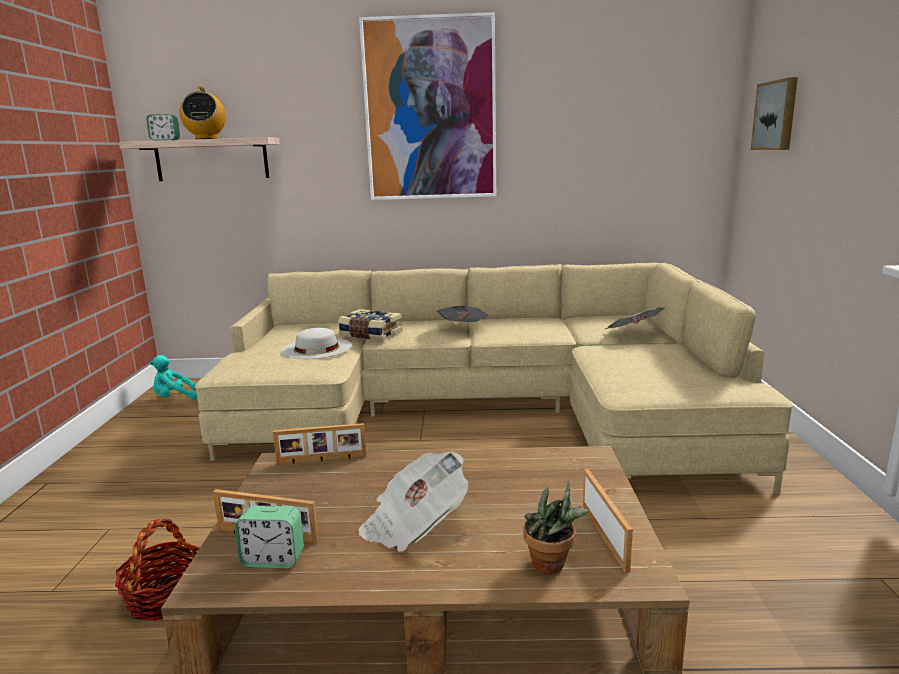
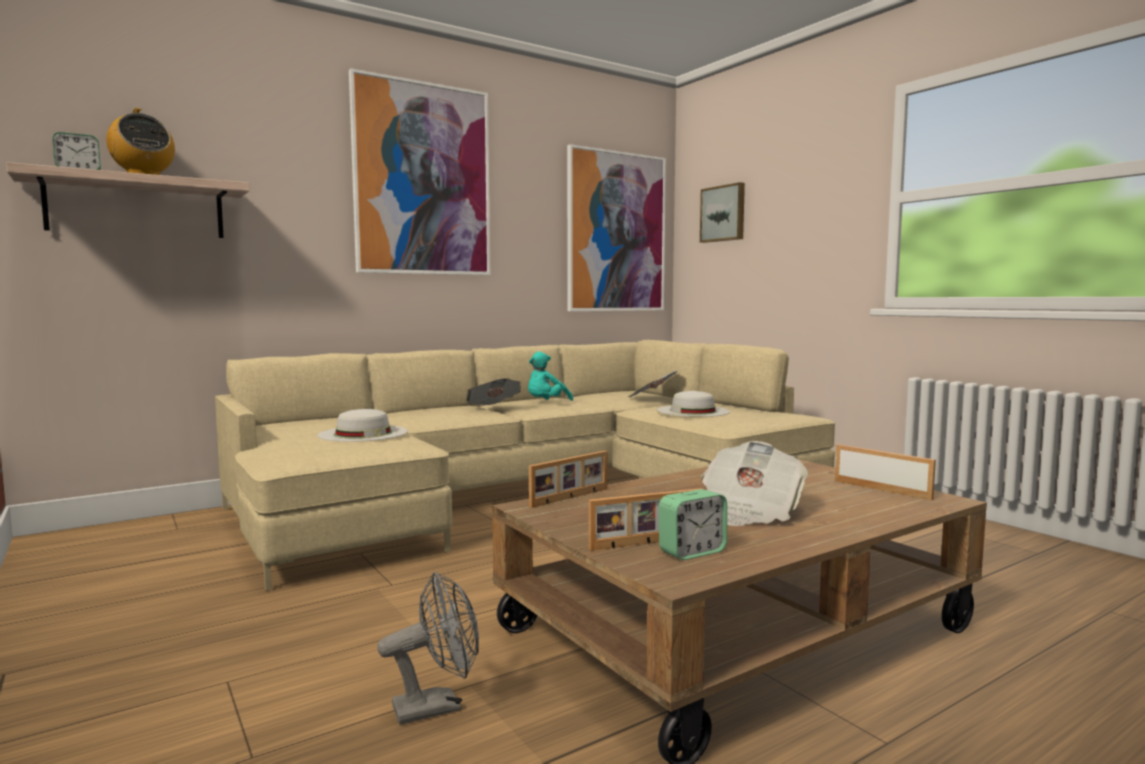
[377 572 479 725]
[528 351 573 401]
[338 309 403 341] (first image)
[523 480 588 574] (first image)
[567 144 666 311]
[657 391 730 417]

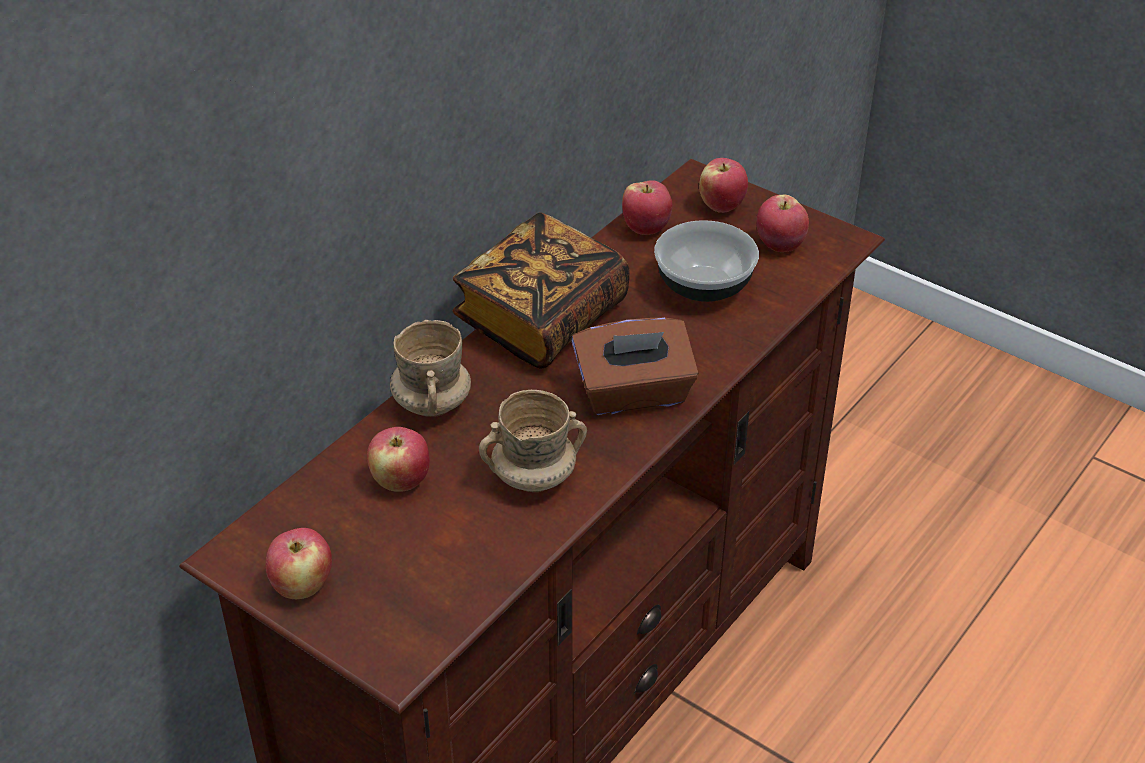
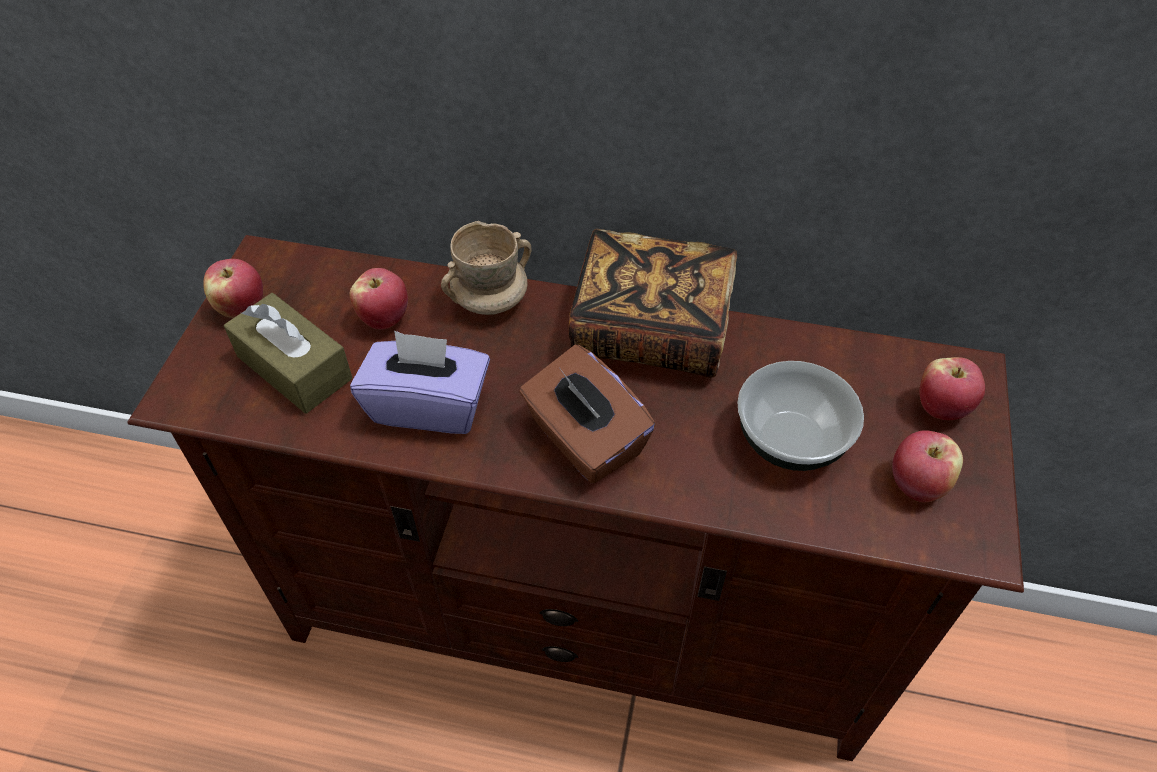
[350 331 490 434]
[622 180 673 235] (first image)
[224 293 352 414]

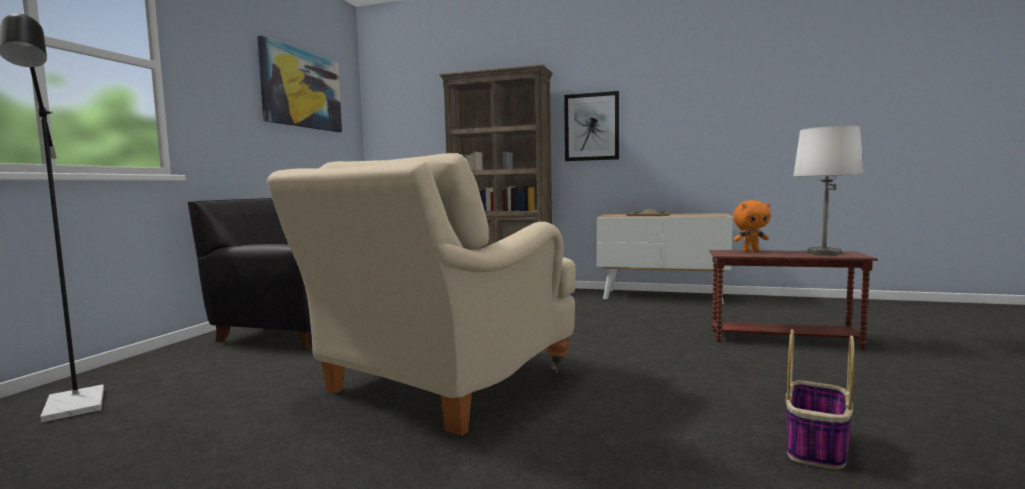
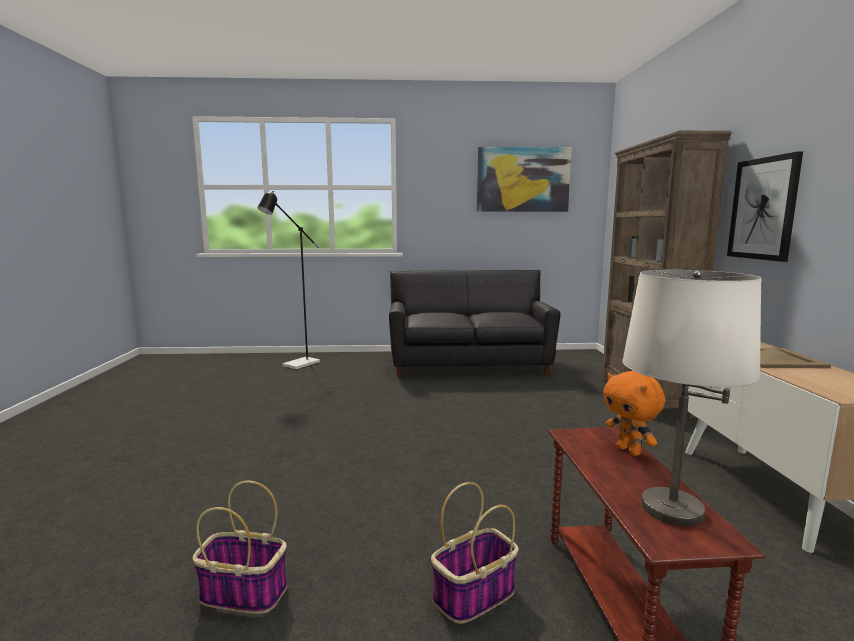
[267 153 576 436] (first image)
[431 482 519 624]

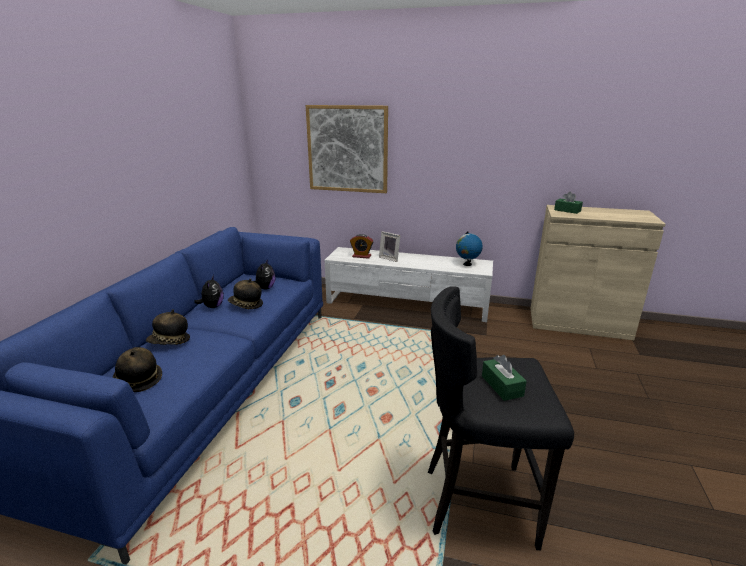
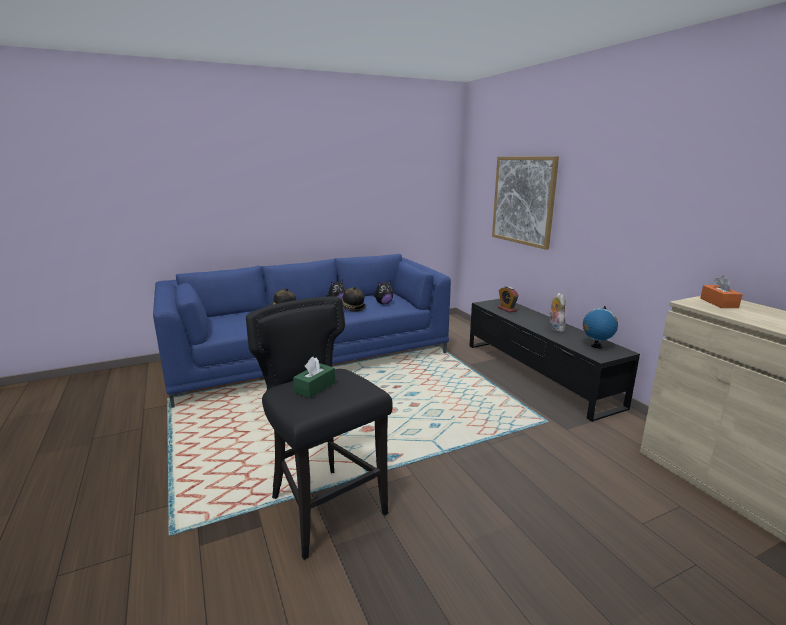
[113 347 162 392] (first image)
[469 299 640 422]
[379 231 400 262] (first image)
[700 276 743 308]
[549 293 566 332]

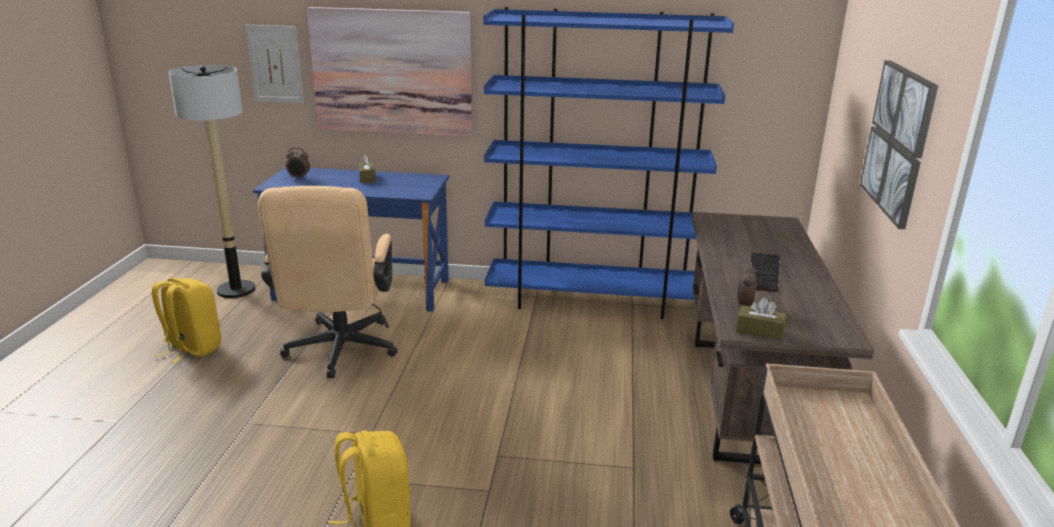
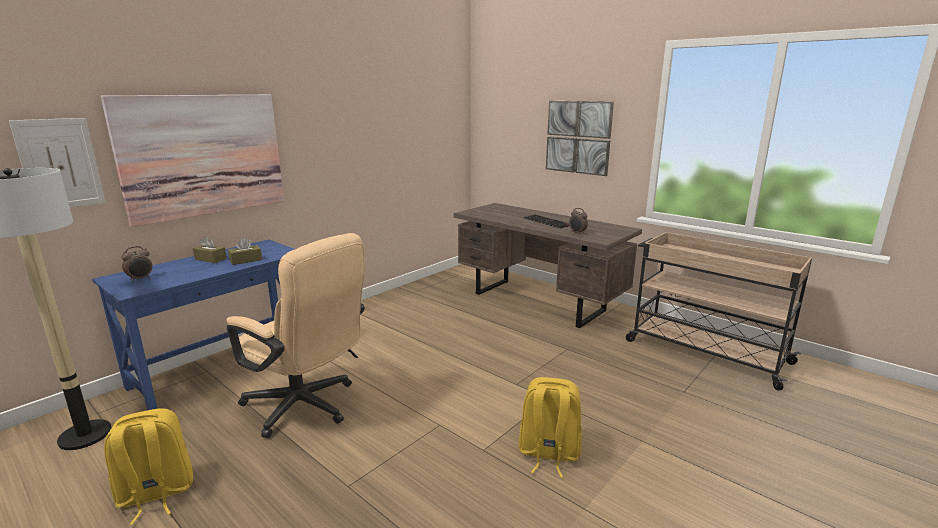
[483 7 734 319] (first image)
[228 238 262 265]

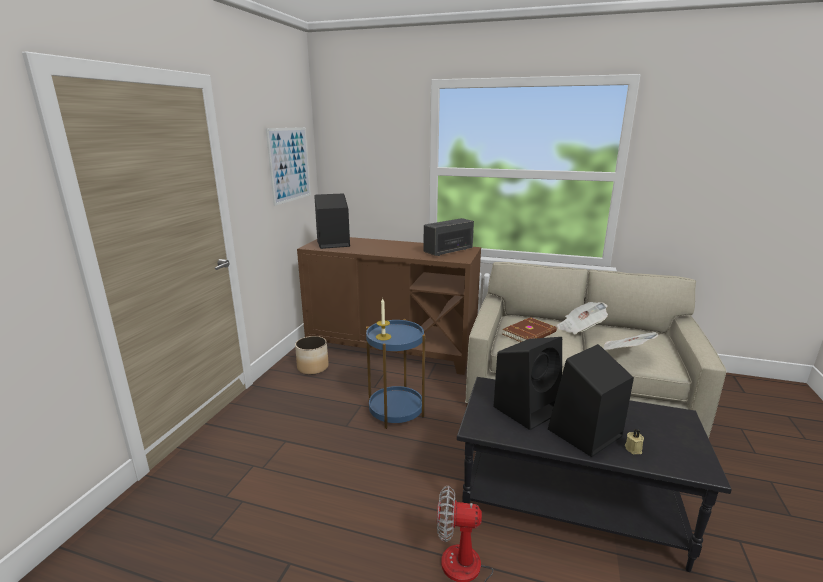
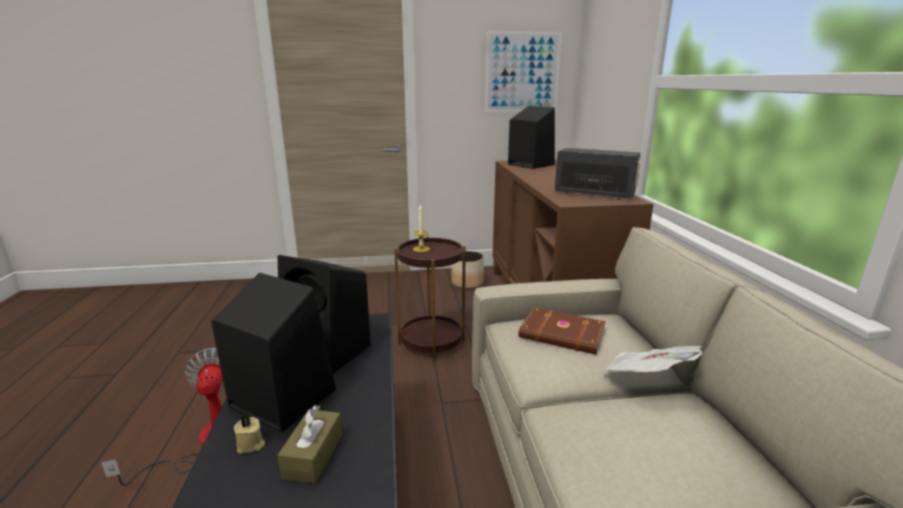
[394 236 466 360]
[603 332 658 350] (first image)
[277 405 342 484]

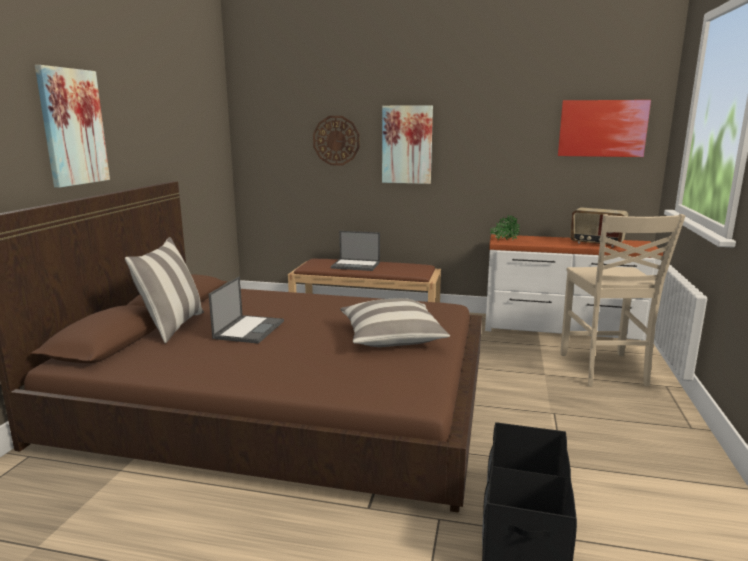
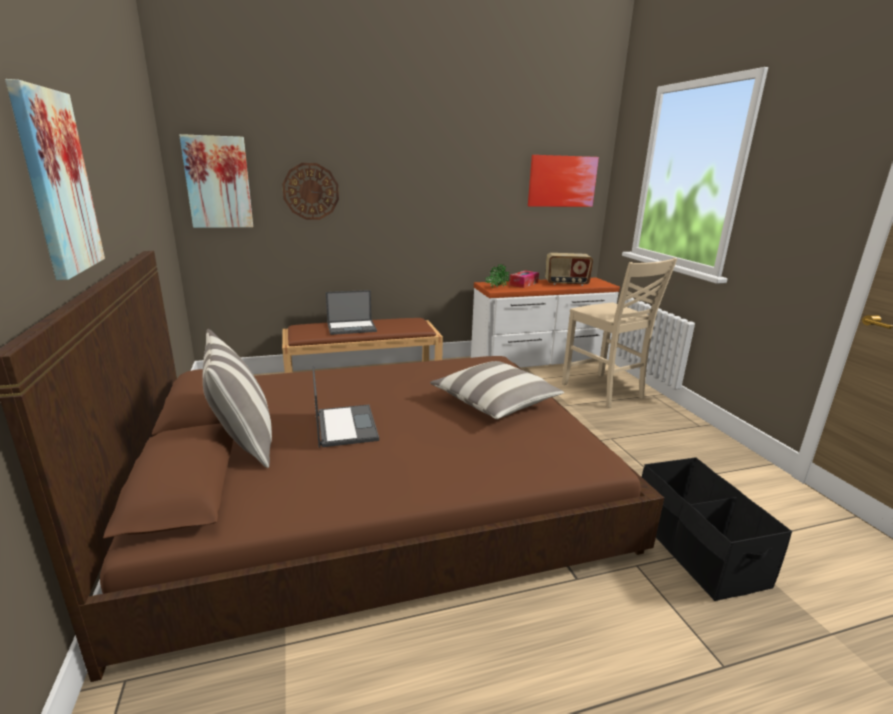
[179 134 253 228]
[509 270 539 288]

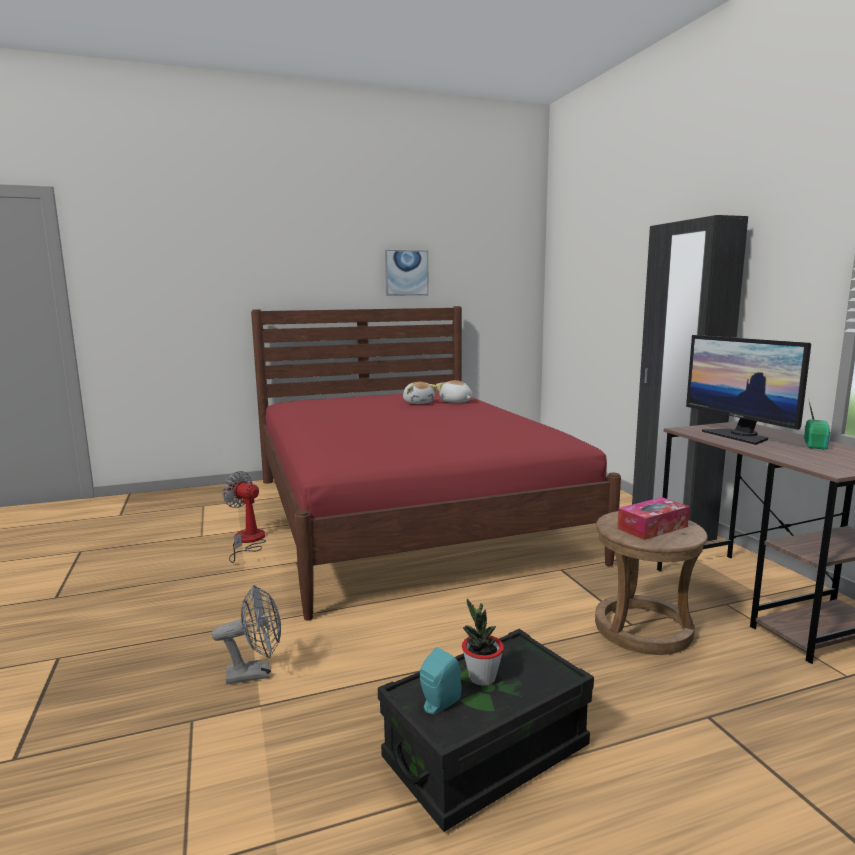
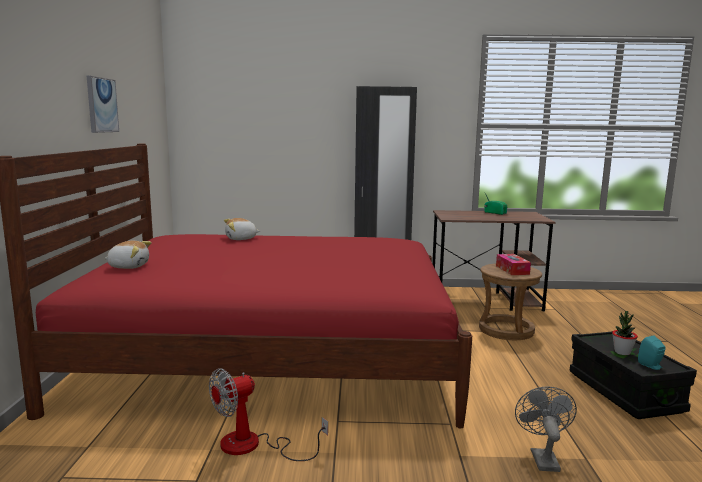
[104 241 152 269]
[686 335 811 445] (first image)

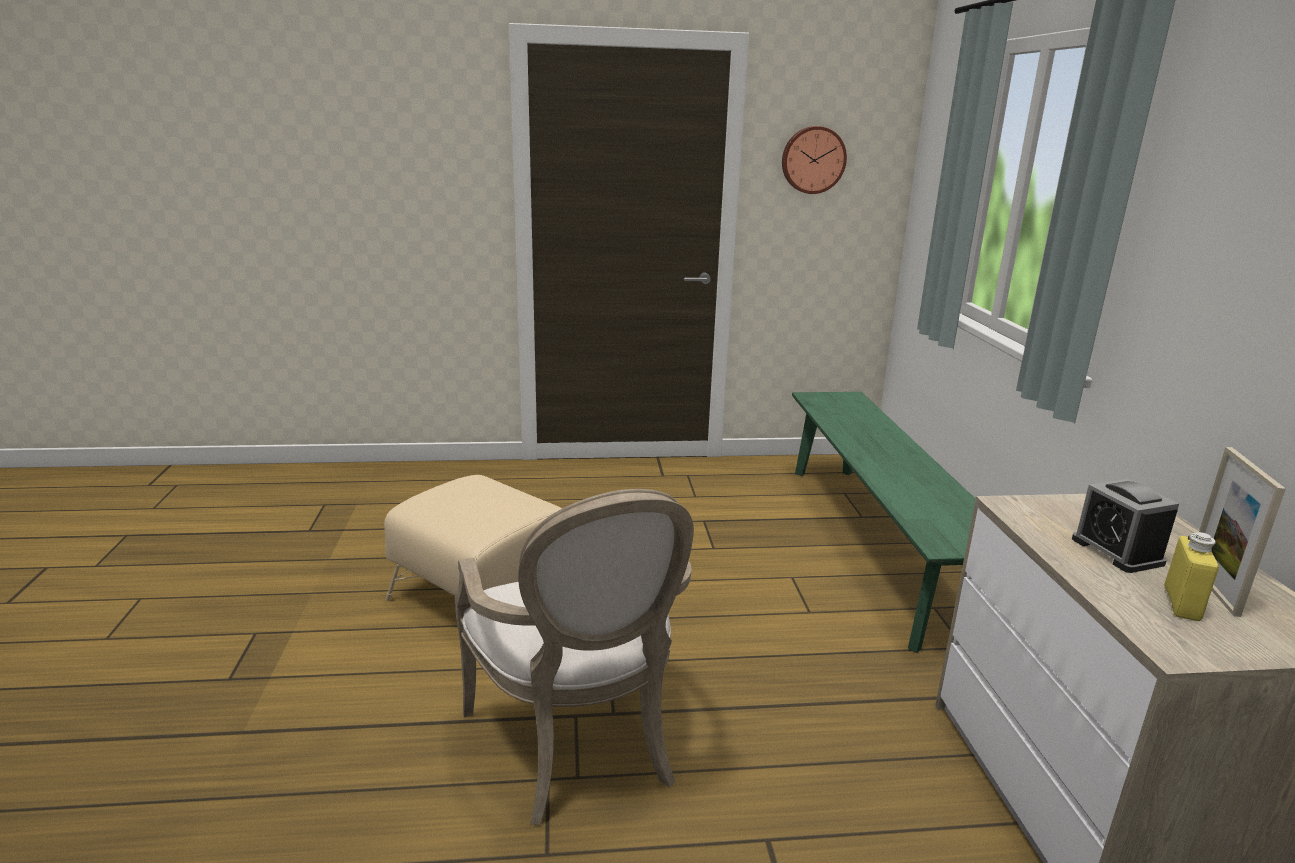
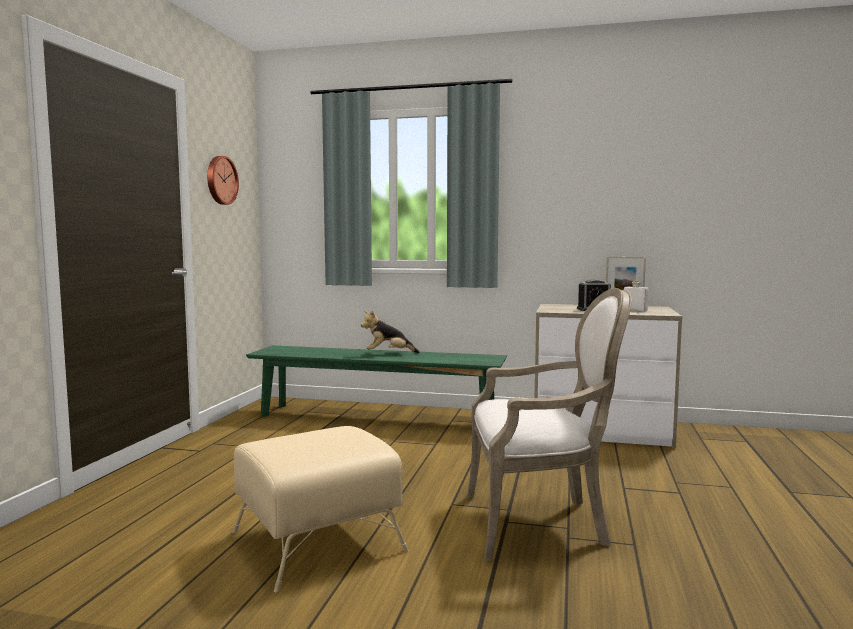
[624 281 648 312]
[361 311 420 353]

